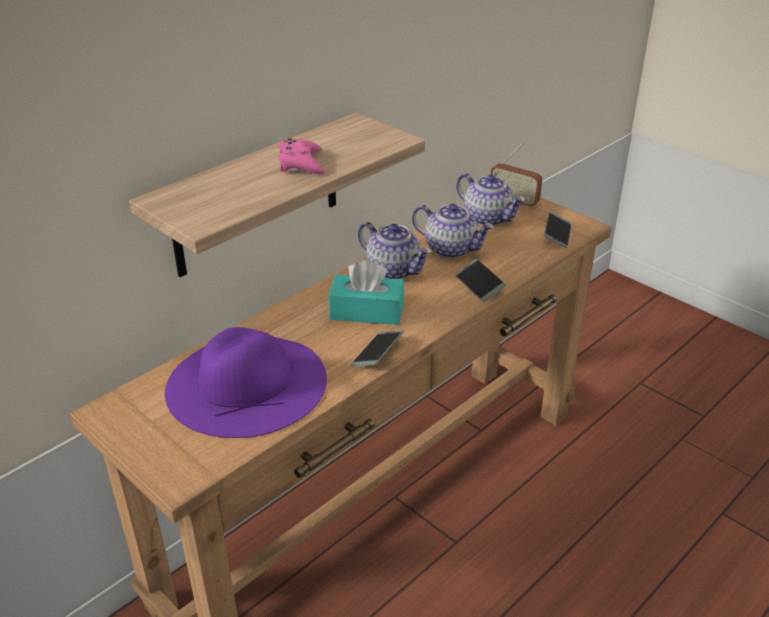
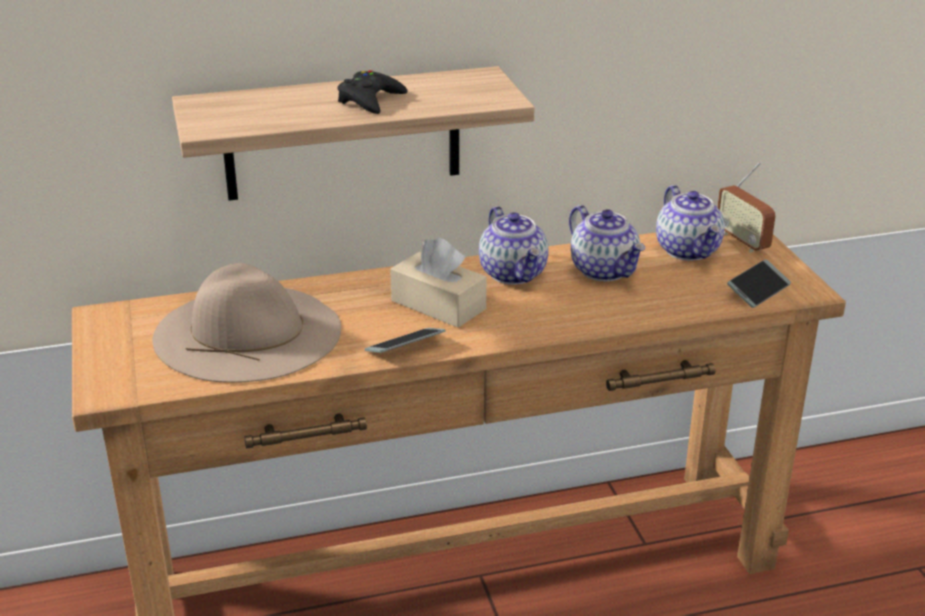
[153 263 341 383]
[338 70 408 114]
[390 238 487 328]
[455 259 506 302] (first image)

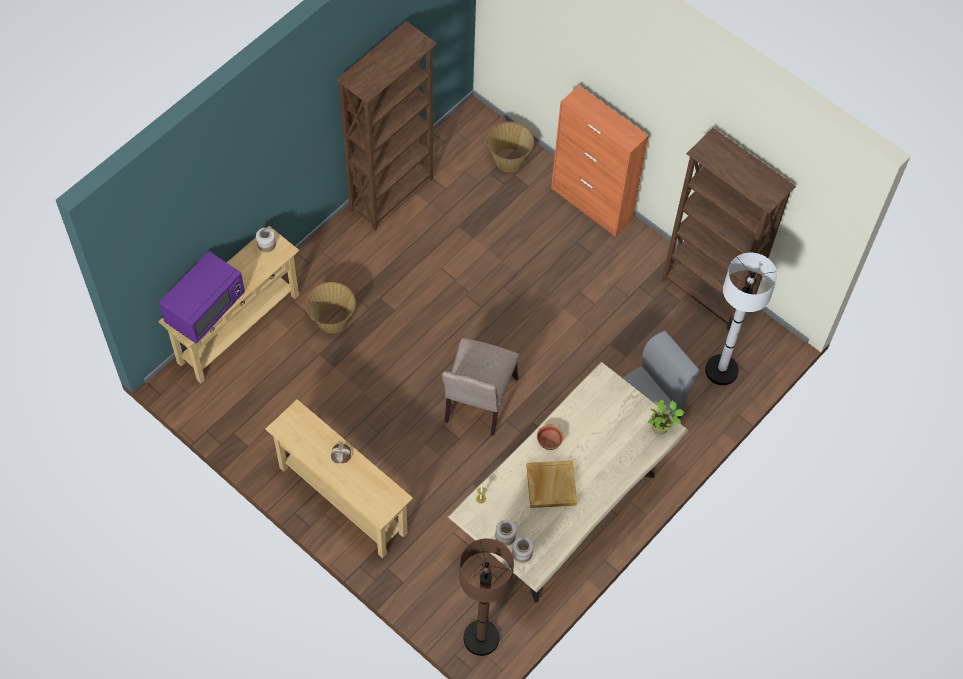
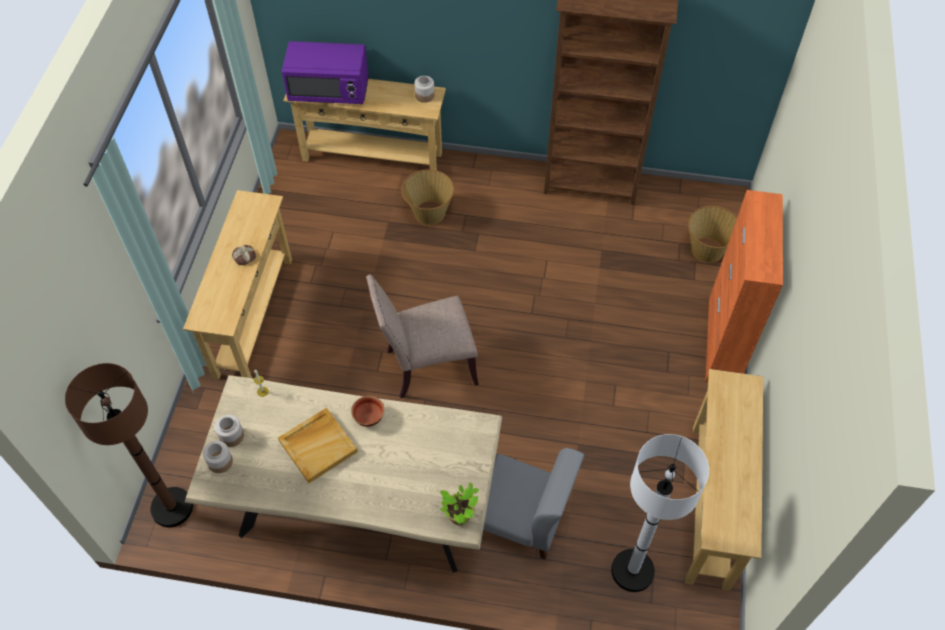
[685 369 763 591]

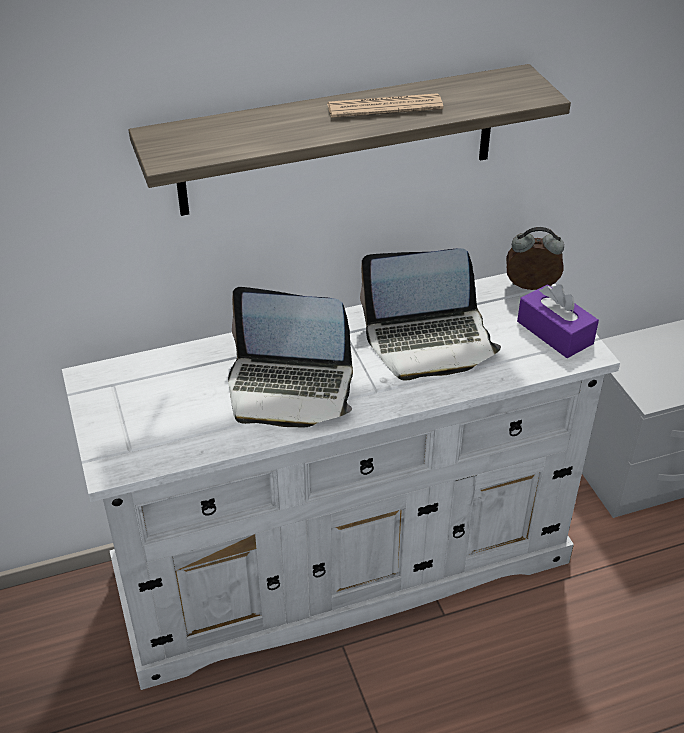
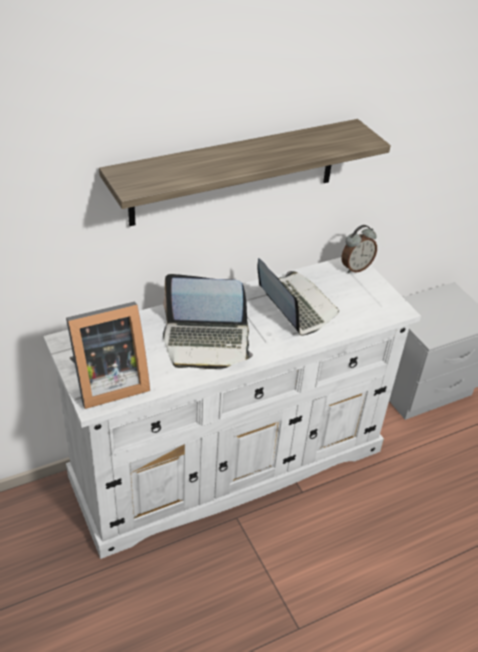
[327 93 443 118] (first image)
[257 258 339 336]
[341 225 377 273]
[517 284 599 358] (first image)
[66 302 150 409]

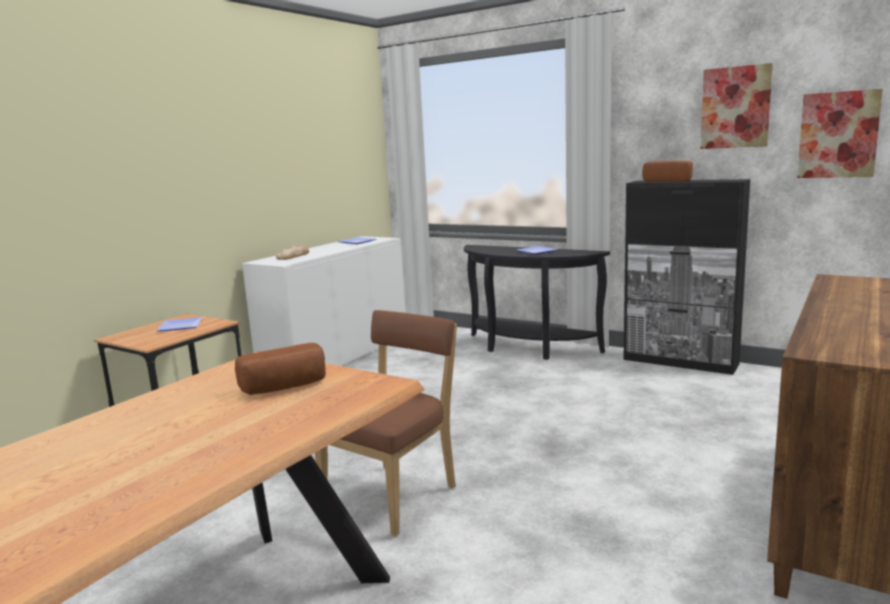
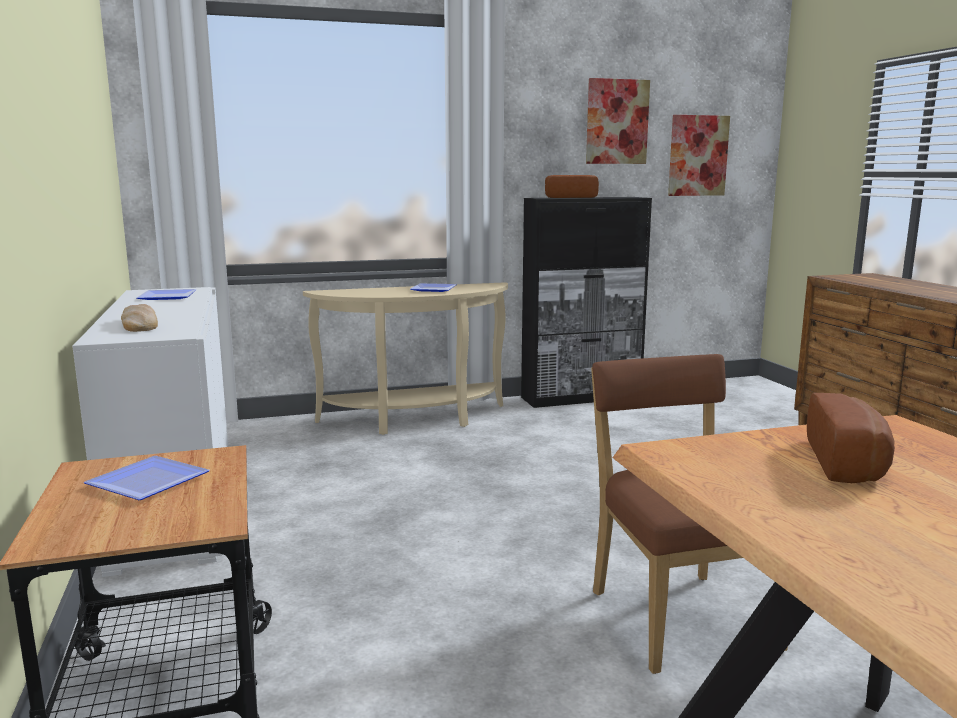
[303 282 508 435]

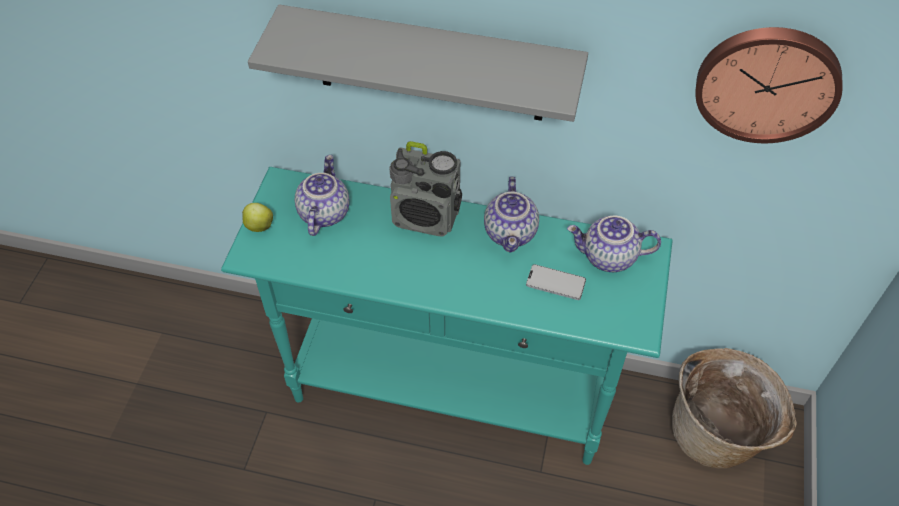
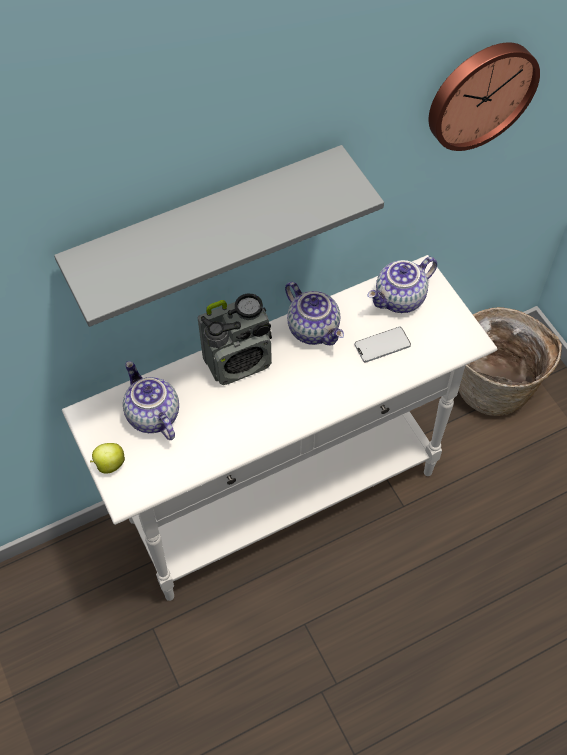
[62 255 497 601]

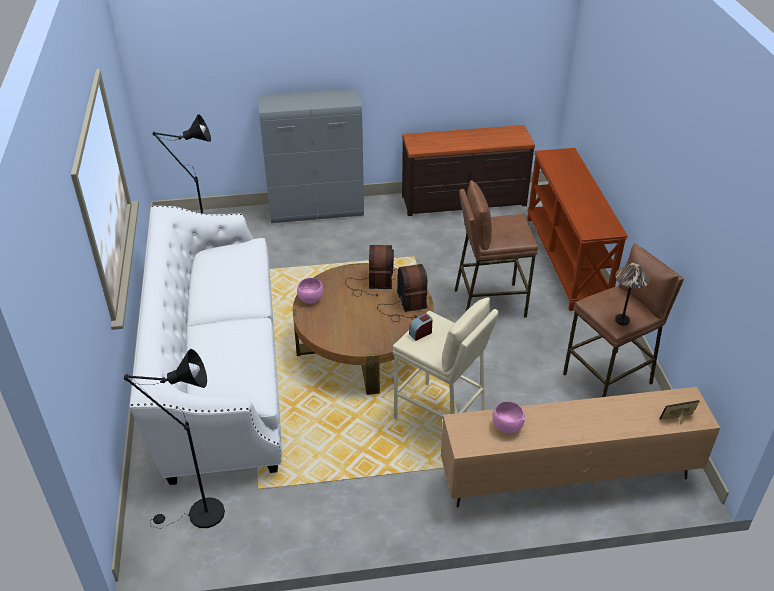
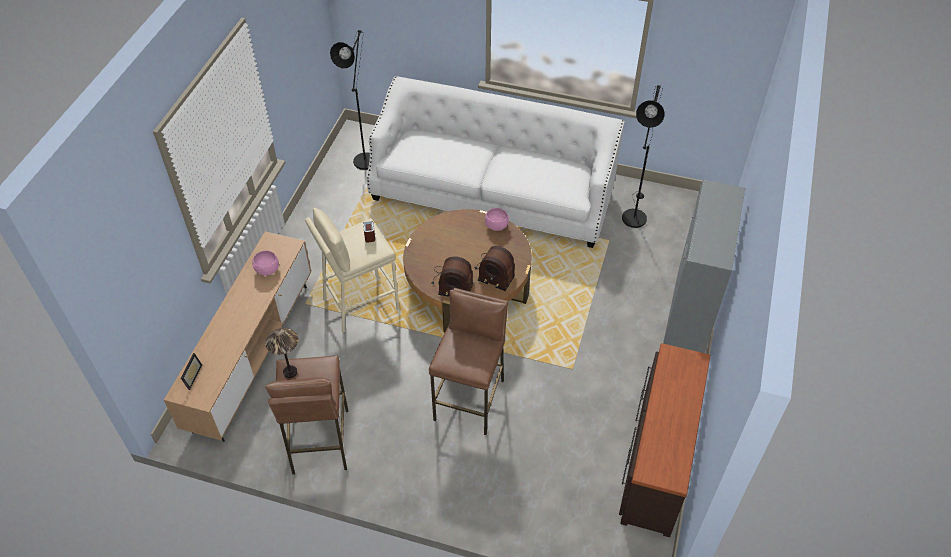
[527 148 628 311] (first image)

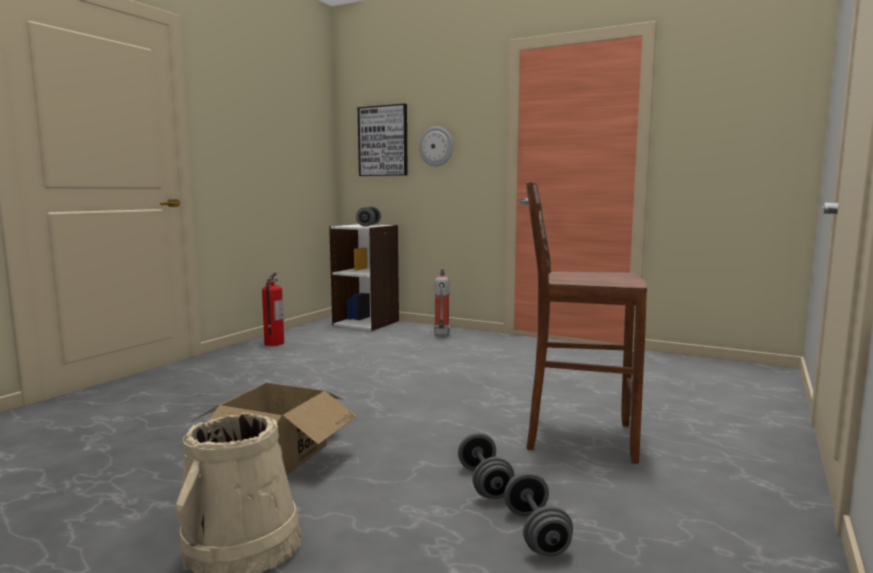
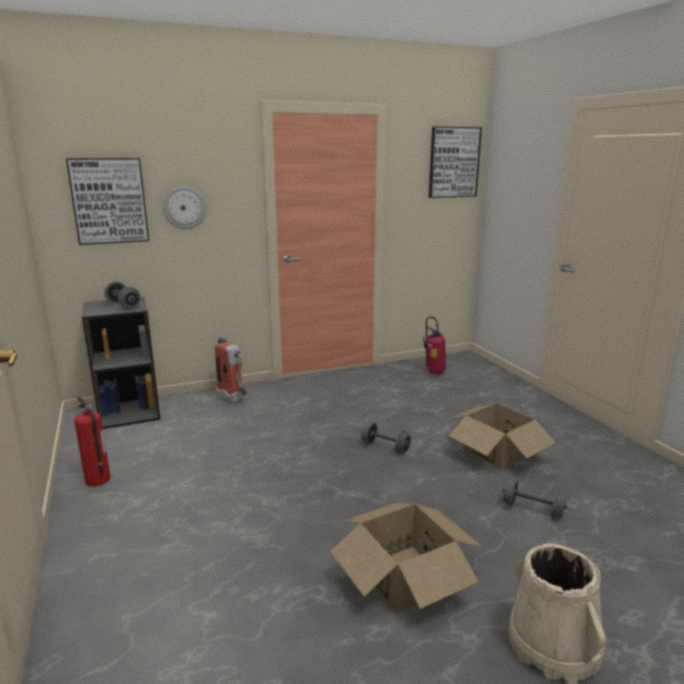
[82 297 161 429]
[361 422 411 454]
[447 403 556 470]
[423 316 446 374]
[429 127 482 198]

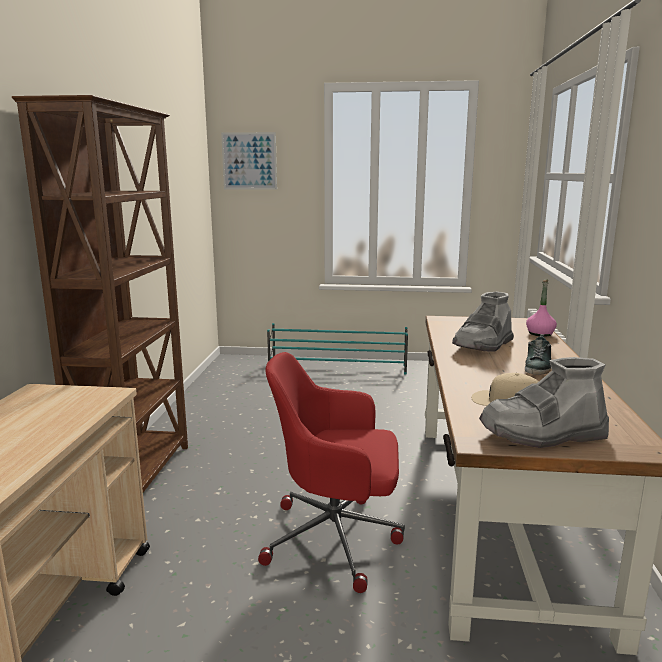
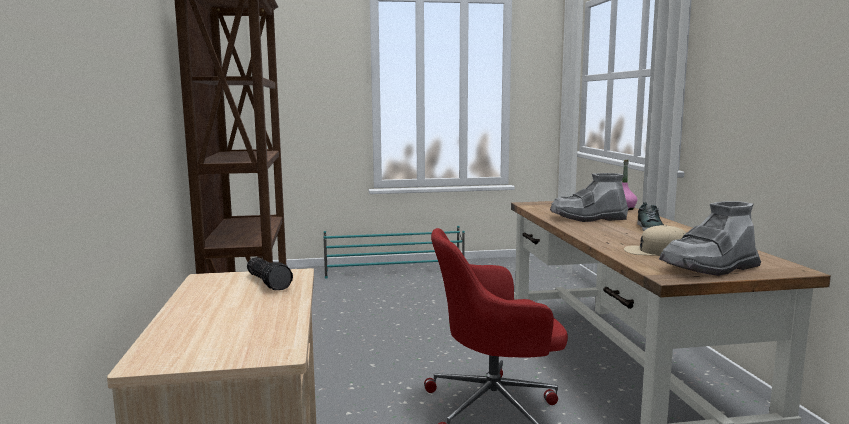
[221 132 277 190] (first image)
[550 173 628 222]
[247 257 293 290]

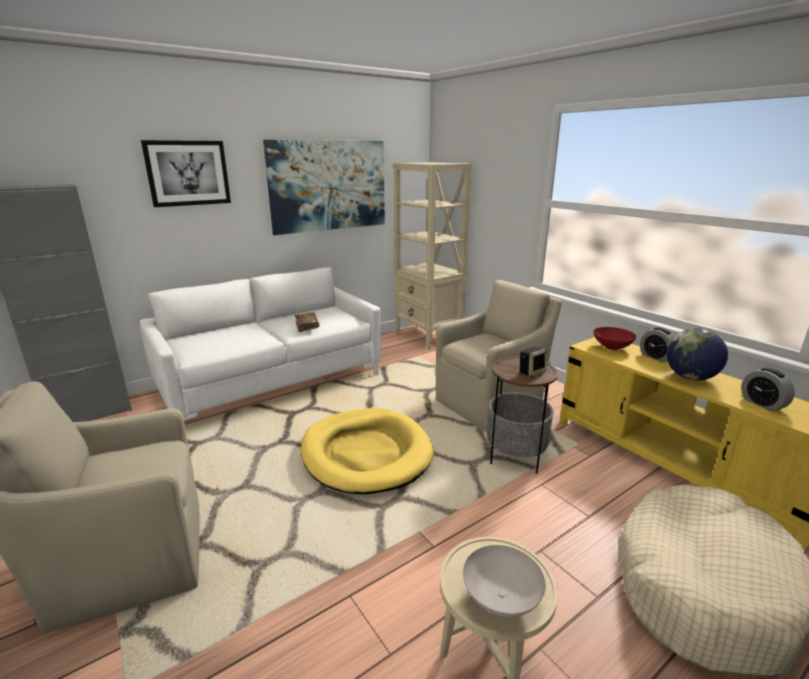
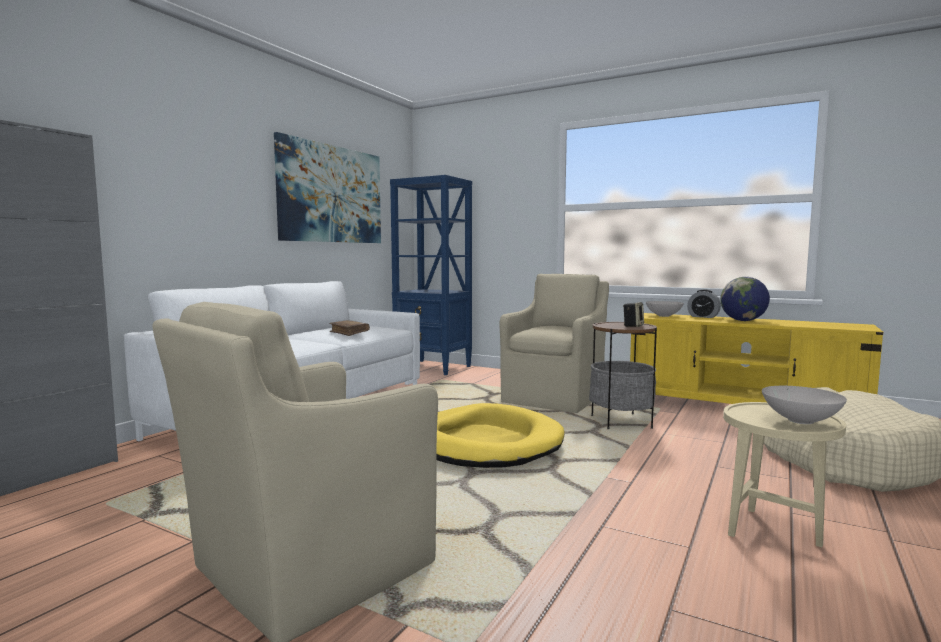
[141 140 231 207] (first image)
[390 175 472 375]
[646 301 684 317]
[741 368 795 411] (first image)

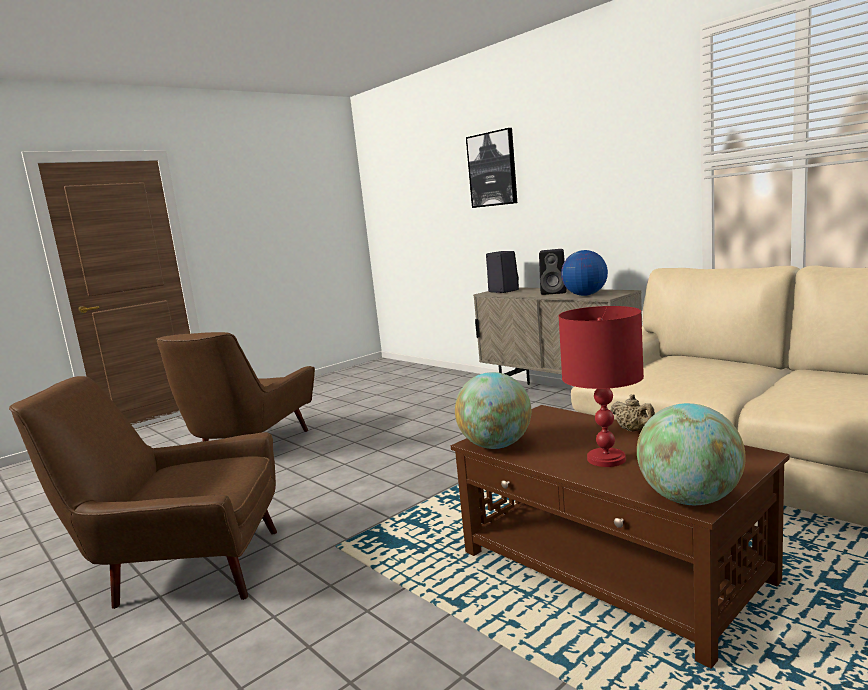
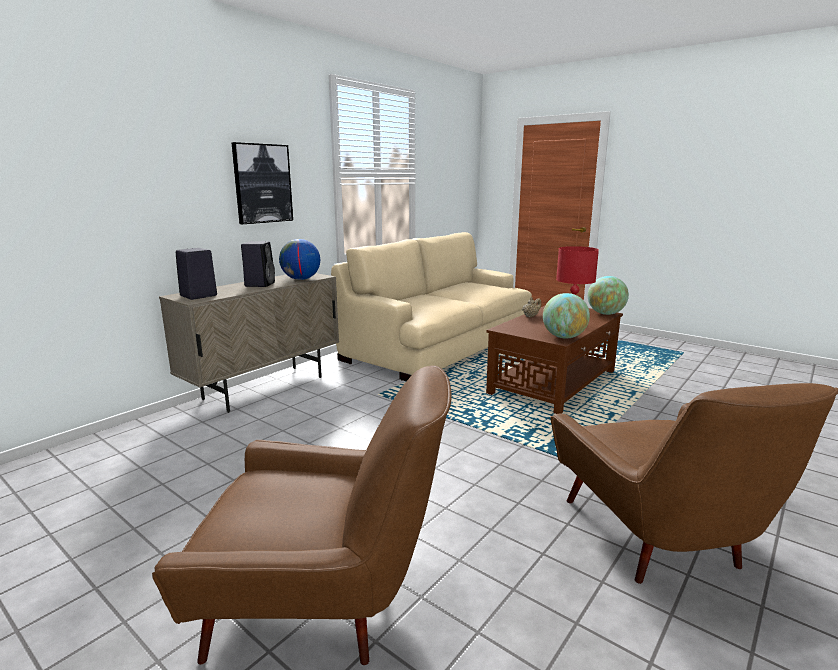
[231 142 293 224]

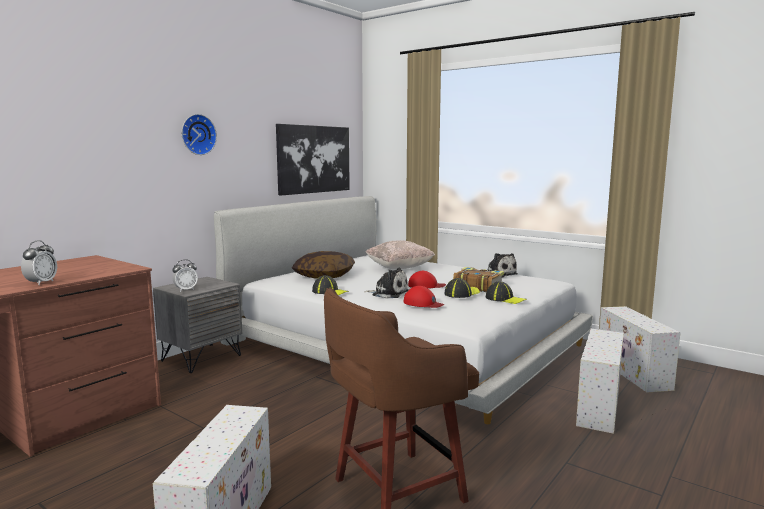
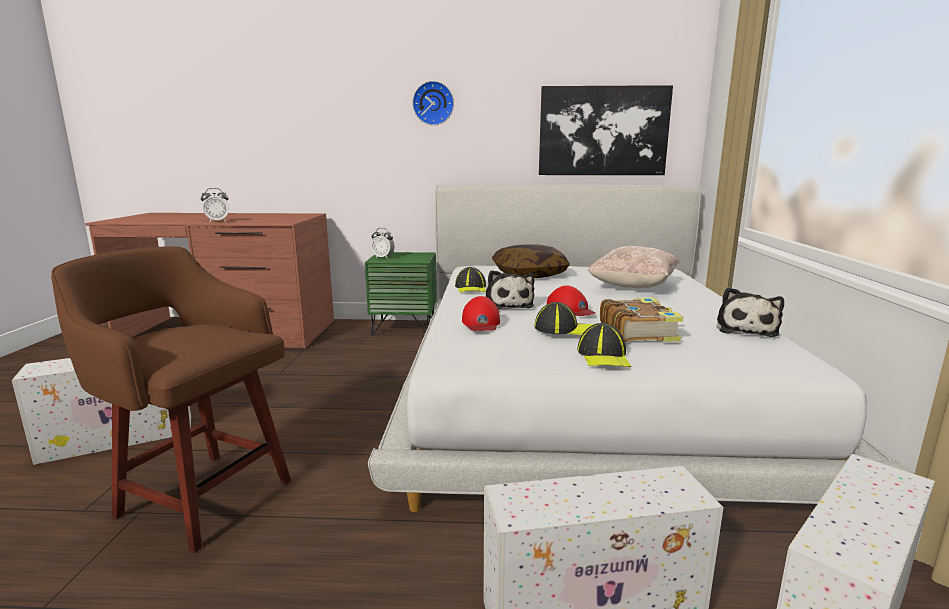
[365 252 437 336]

